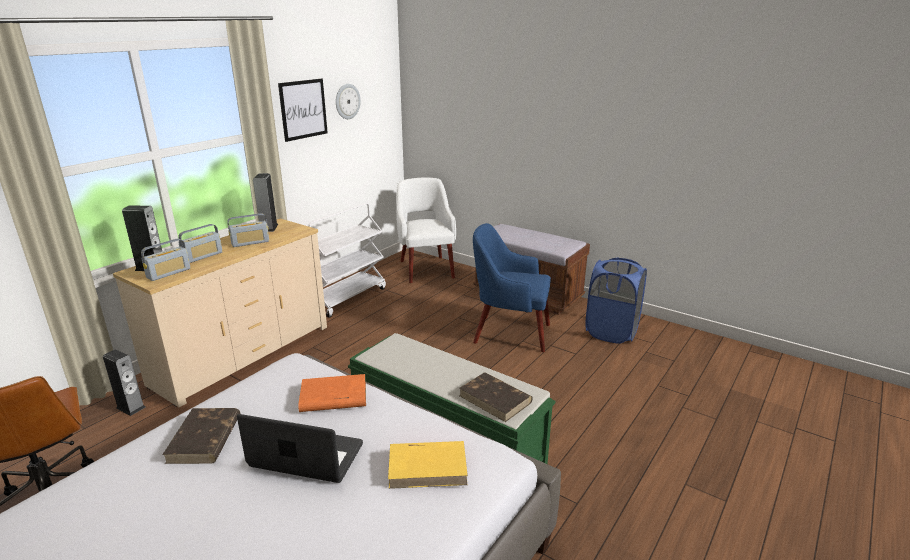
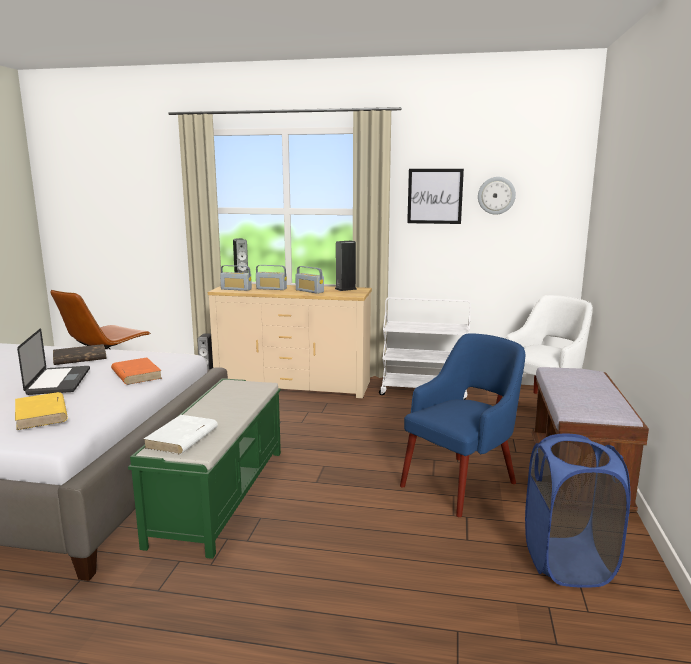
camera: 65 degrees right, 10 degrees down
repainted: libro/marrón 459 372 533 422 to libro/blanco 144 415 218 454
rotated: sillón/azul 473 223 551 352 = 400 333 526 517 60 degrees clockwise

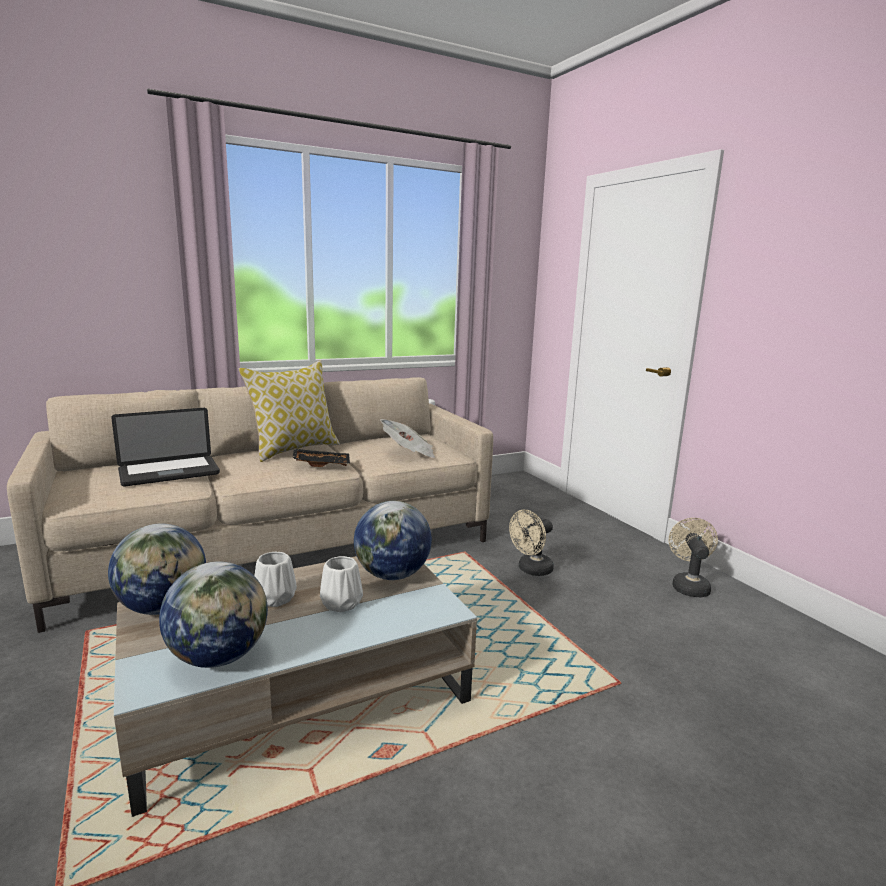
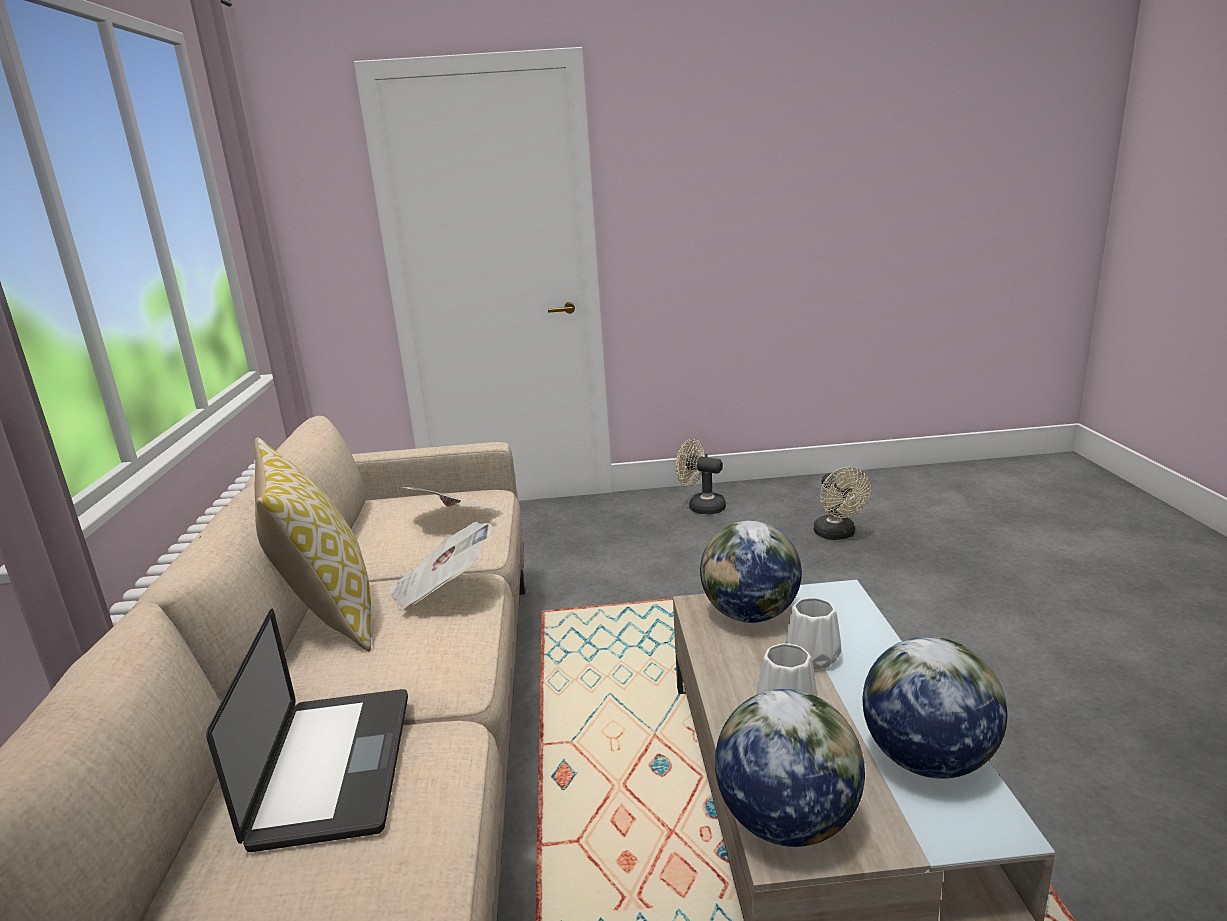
camera: 65 degrees left, 5 degrees up
shifted: ventilador/beis 509 510 554 576 to 814 467 871 540
swapped: bandeja/negro 292 449 350 467 to periódico 388 521 493 611

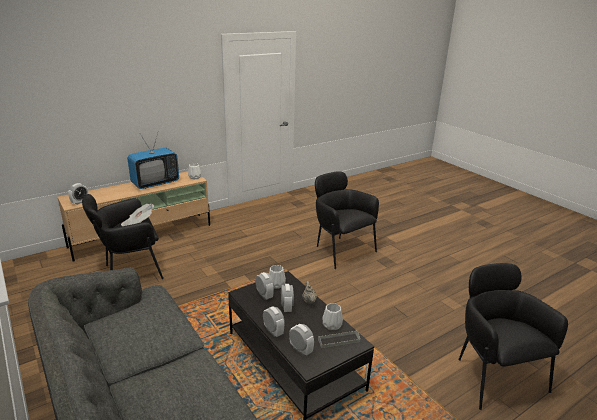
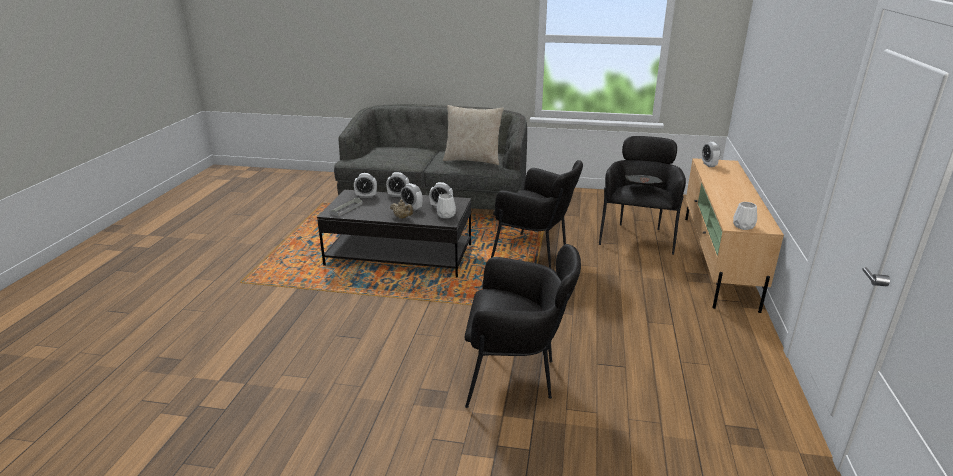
camera: 135 degrees right, 0 degrees up
gone: televisor 127 130 179 189; florero/blanco 322 303 343 330
new: cojín/beis 443 105 504 165
shifted: sillón/negro 458 263 568 410 to 491 160 583 268

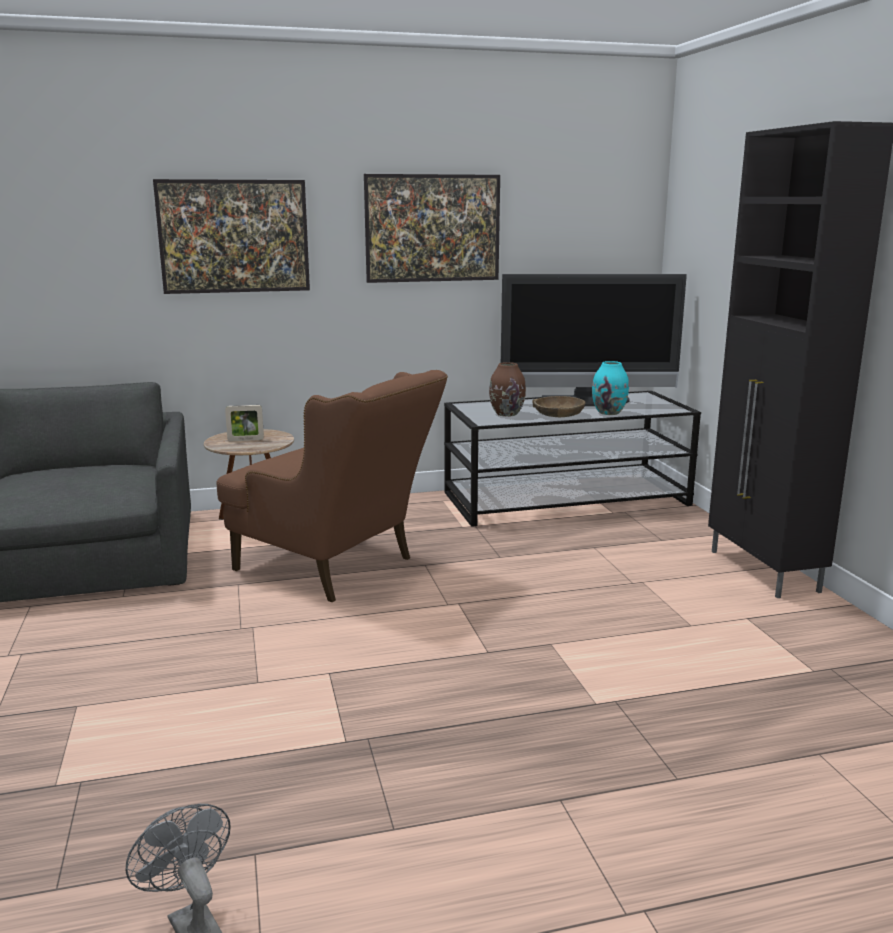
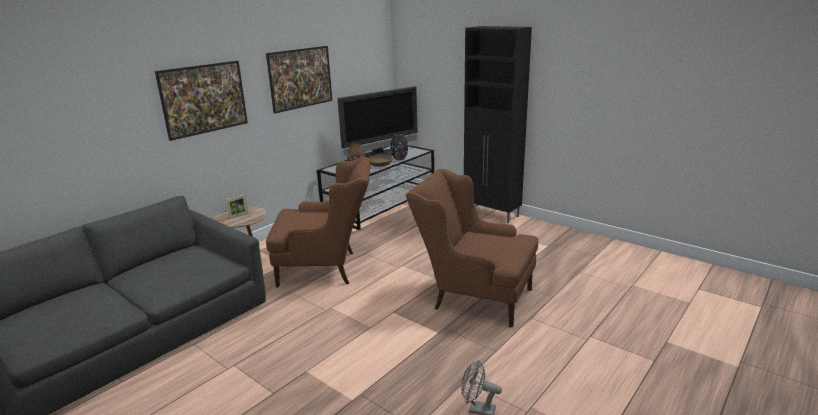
camera: 35 degrees left, 5 degrees up
new: sillón/marrón 406 169 538 328
repainted: florero/turquesa 592 361 629 415 to florero/negro 390 134 408 160

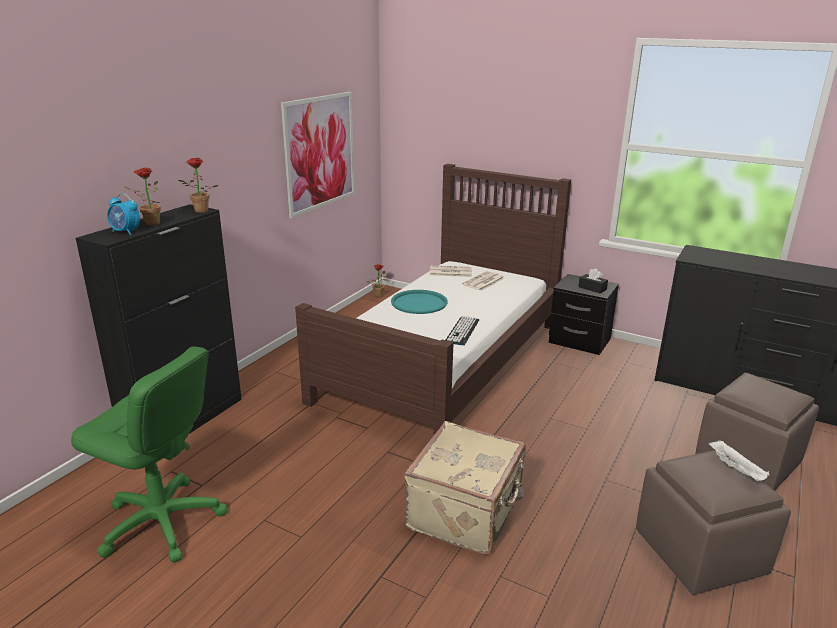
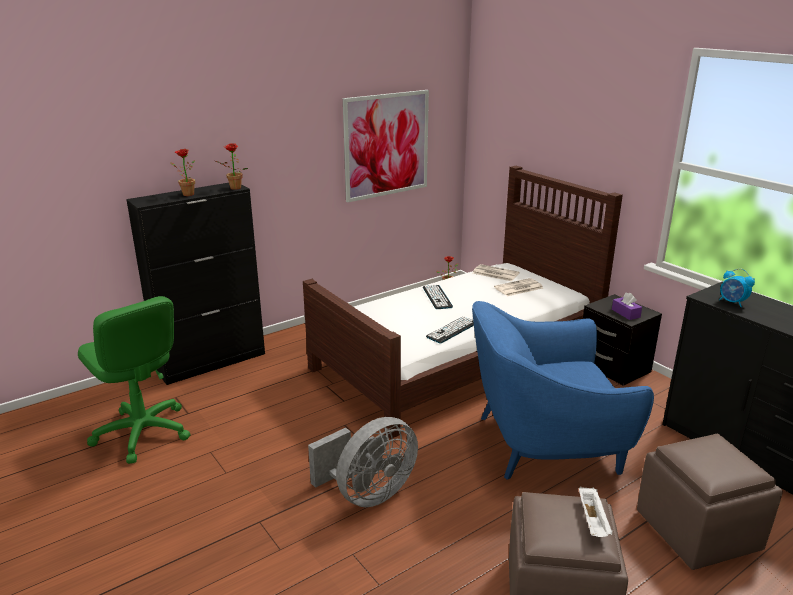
camera: 25 degrees right, 0 degrees up
new: sillón/azul 472 301 654 480
shifted: despertador 107 193 140 235 to 719 268 755 307
swapped: bandeja/turquesa 391 290 448 314 to teclado 423 285 453 309; maleta/beis 404 421 526 555 to ventilador/gris 308 417 418 507
repainted: caja de pañuelos/negro 578 268 608 294 to caja de pañuelos/morado 612 292 642 320

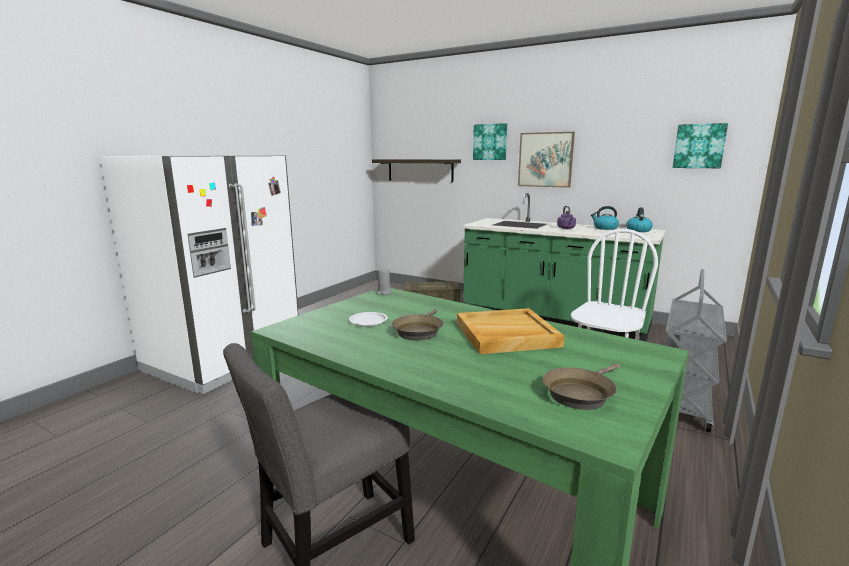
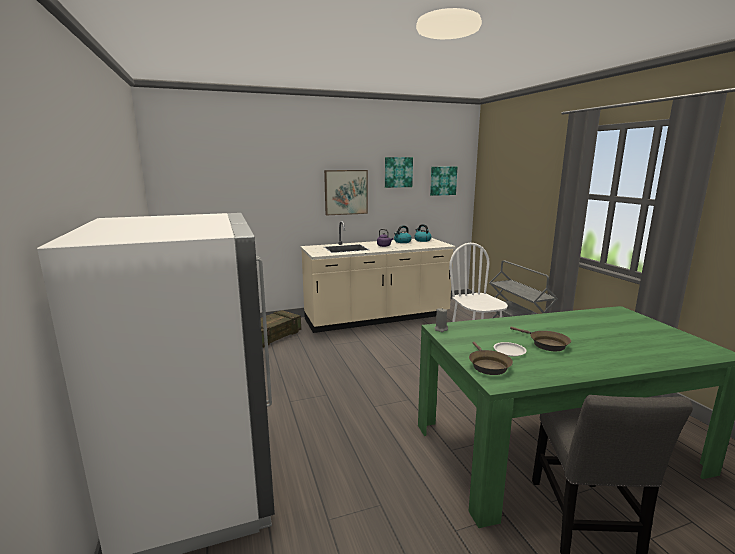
camera: 50 degrees left, 0 degrees up
gone: estante 372 159 461 182; bandeja/beis 457 308 565 354
shifted: cuadro 473 123 507 160 to 385 157 413 188; sartén/marrón 543 363 620 410 to 469 342 513 375
repainted: mueble bajo de cocina/verde 462 193 666 341 to mueble bajo de cocina/beis 301 221 456 333

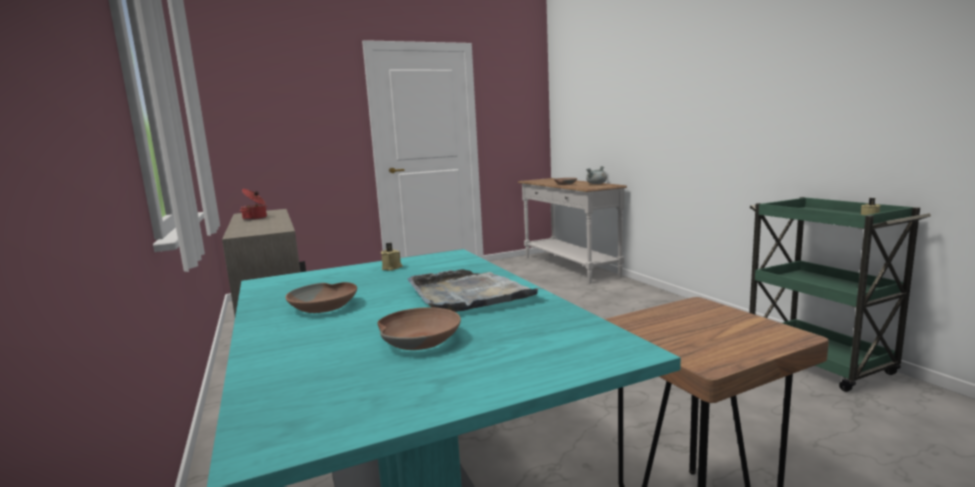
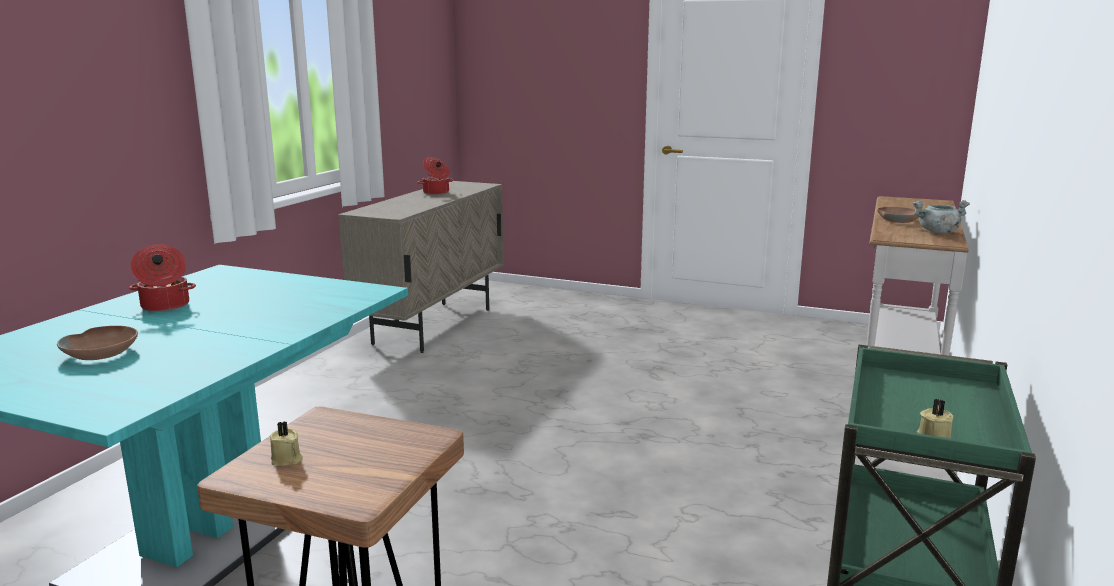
camera: 45 degrees right, 5 degrees up
gone: bandeja/gris 407 269 543 312
shifted: vela/beis 381 243 403 271 to 269 421 303 466
swapped: cuenco/marrón 285 282 357 313 to olla 129 244 196 312

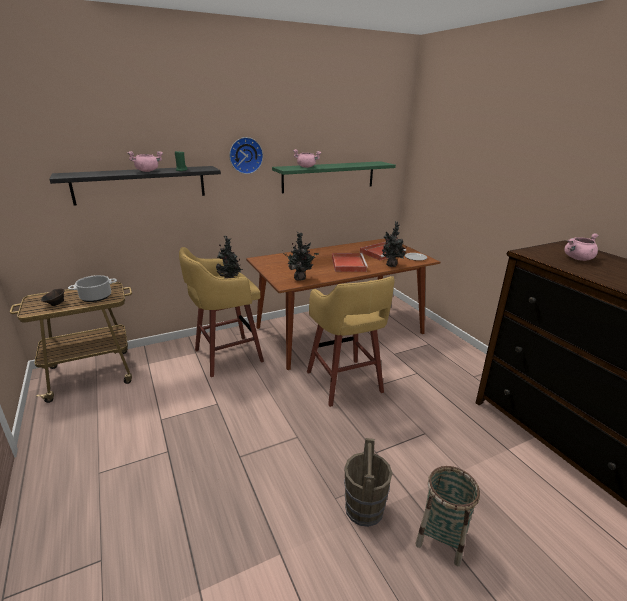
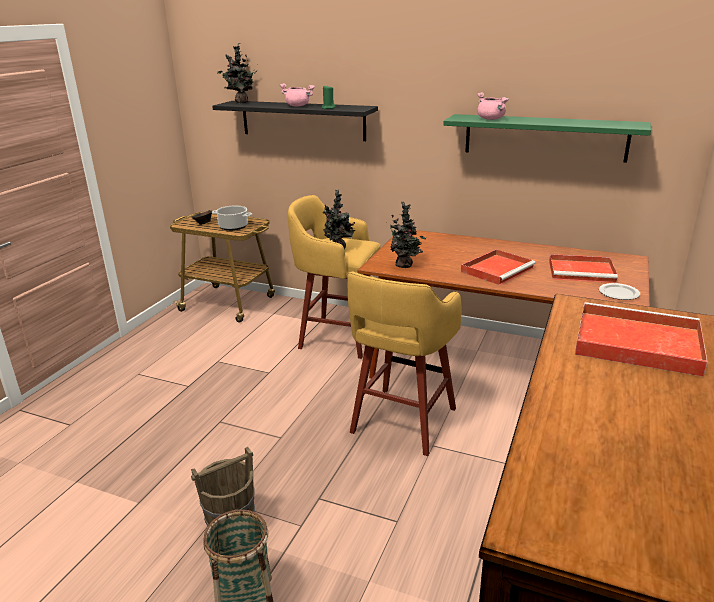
camera: 50 degrees right, 0 degrees up
gone: reloj de pared 229 137 263 174
shifted: planta en maceta 382 221 407 267 to 217 43 257 103
swapped: olla/rosa 564 233 599 261 to bandeja/rojo 575 302 708 377

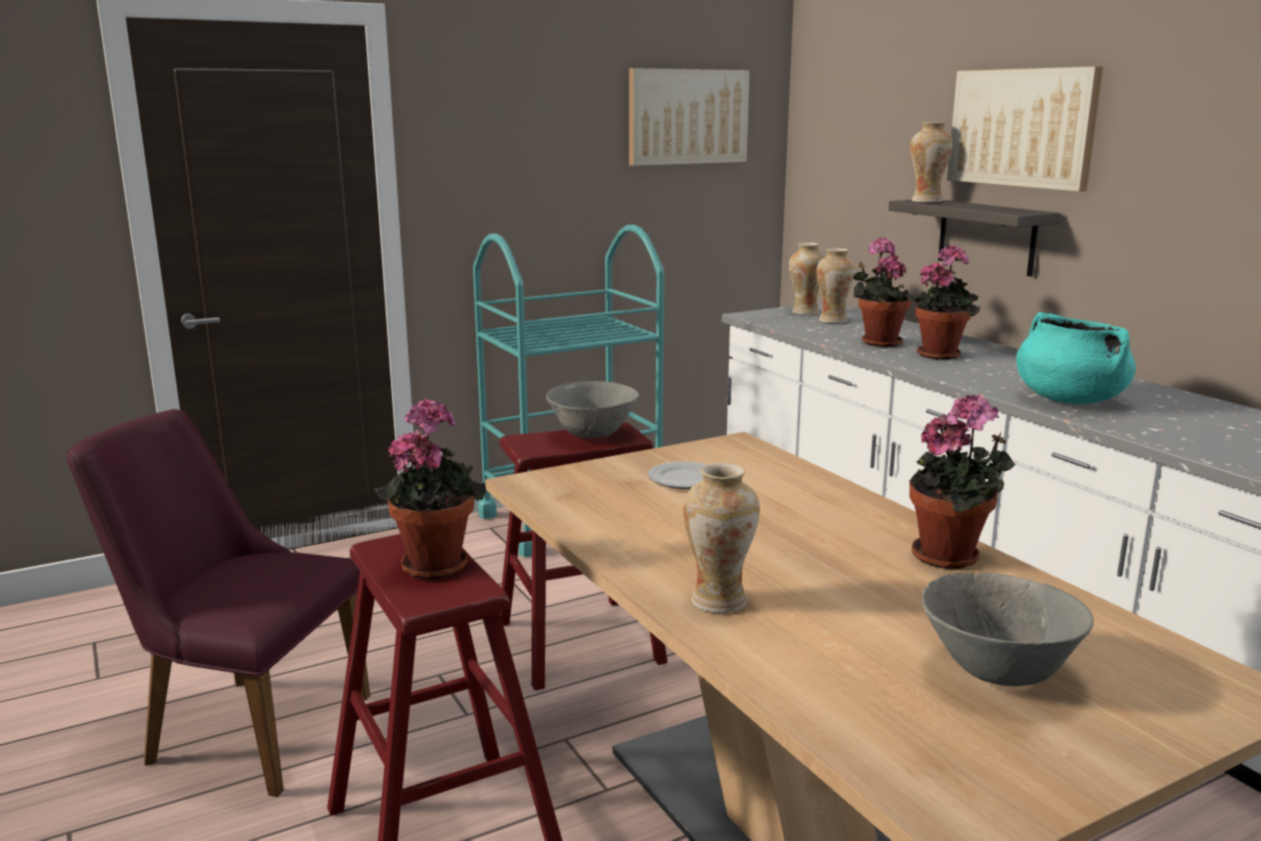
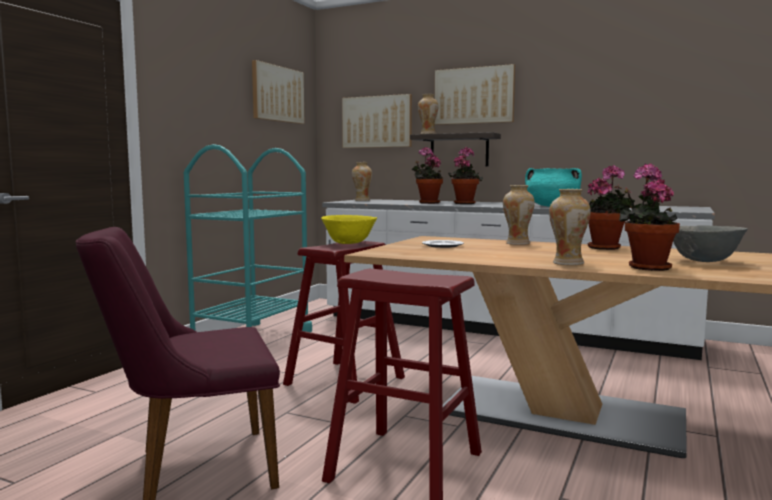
camera: 35 degrees left, 10 degrees down
new: cuadro 342 94 412 148
shifted: florero 816 248 855 323 to 503 185 535 245; planta en maceta 374 398 487 579 to 619 163 680 271
repainted: cuenco/gris 546 381 639 439 to cuenco/amarillo 321 215 377 244

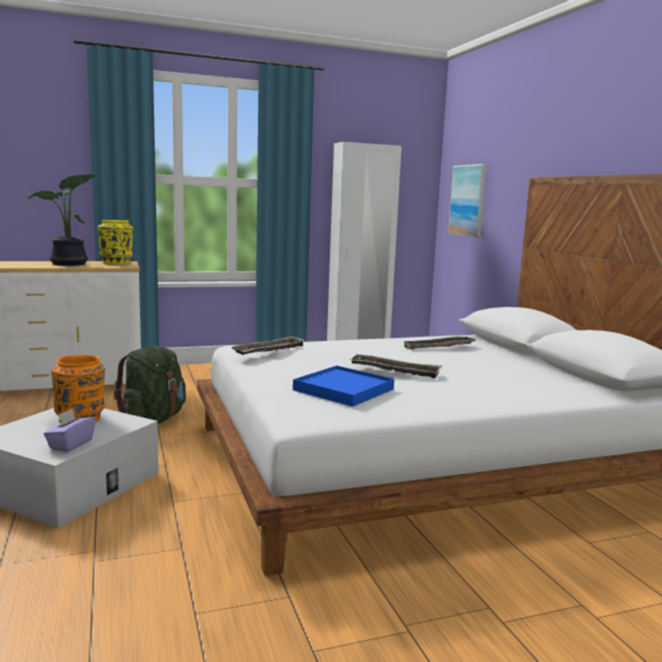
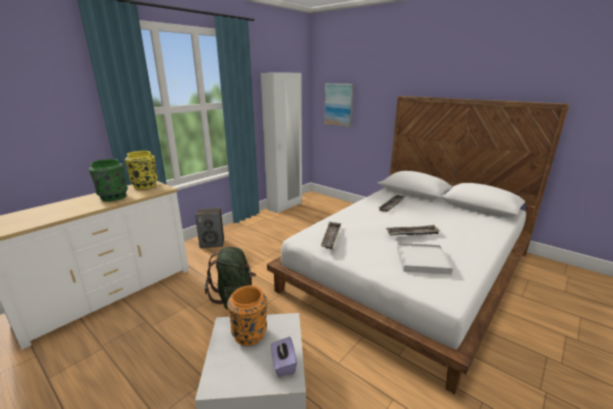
camera: 30 degrees left, 10 degrees up
new: altavoz 195 208 224 248
swapped: planta en maceta 27 174 96 266 to florero/verde 89 159 128 201
repainted: bandeja/azul 293 366 394 407 to bandeja/blanco 397 243 453 275

